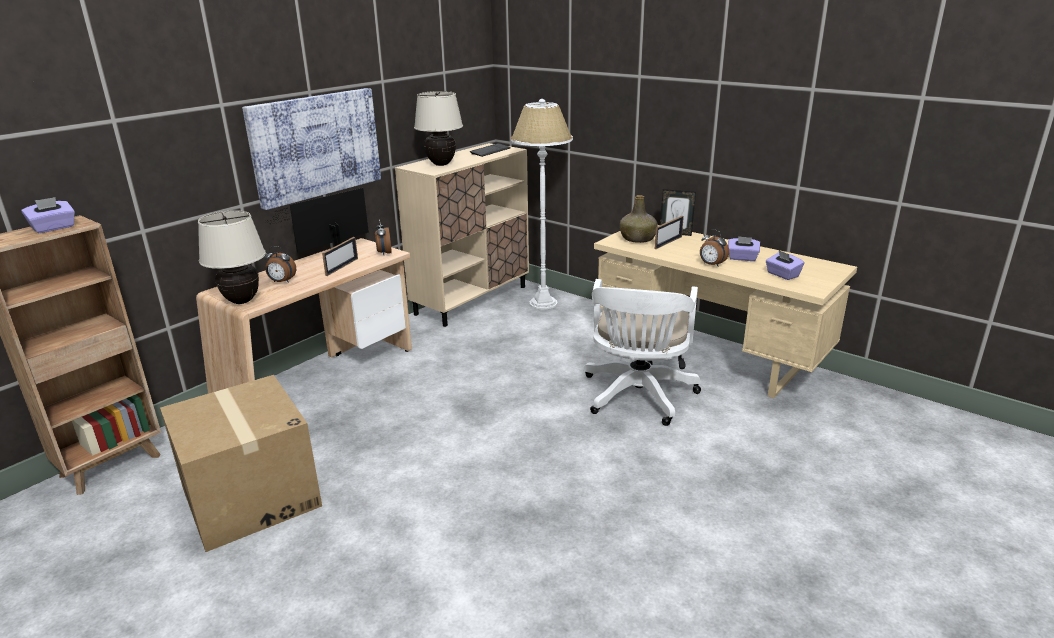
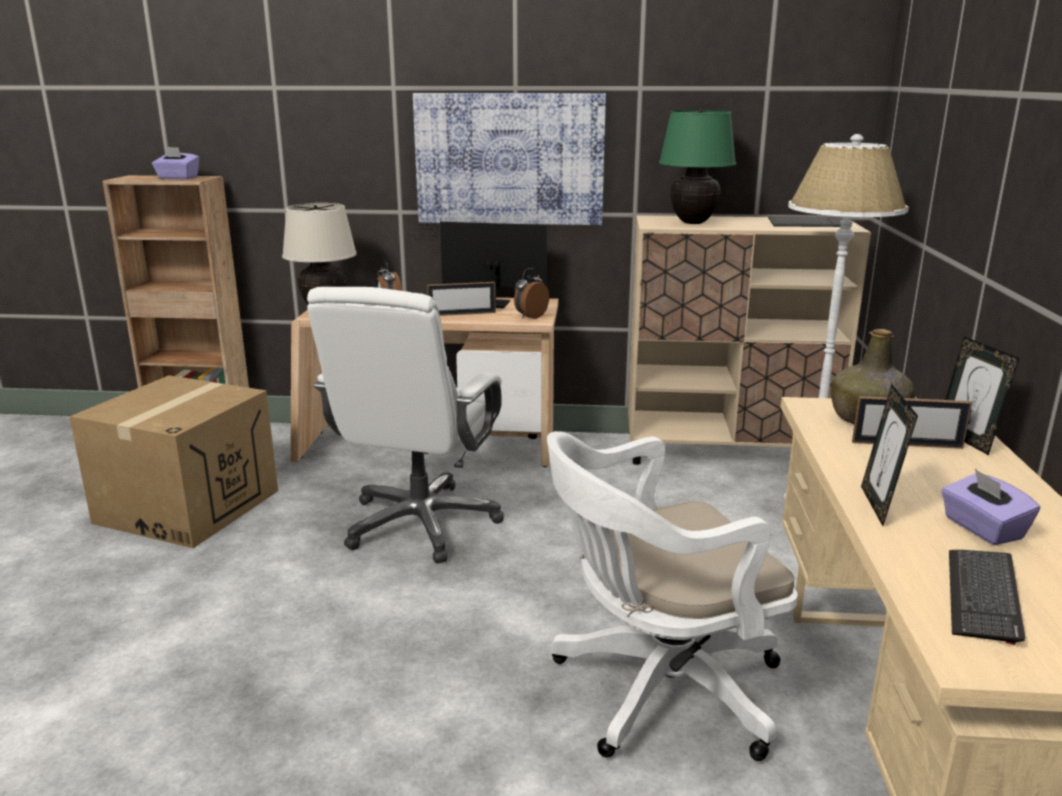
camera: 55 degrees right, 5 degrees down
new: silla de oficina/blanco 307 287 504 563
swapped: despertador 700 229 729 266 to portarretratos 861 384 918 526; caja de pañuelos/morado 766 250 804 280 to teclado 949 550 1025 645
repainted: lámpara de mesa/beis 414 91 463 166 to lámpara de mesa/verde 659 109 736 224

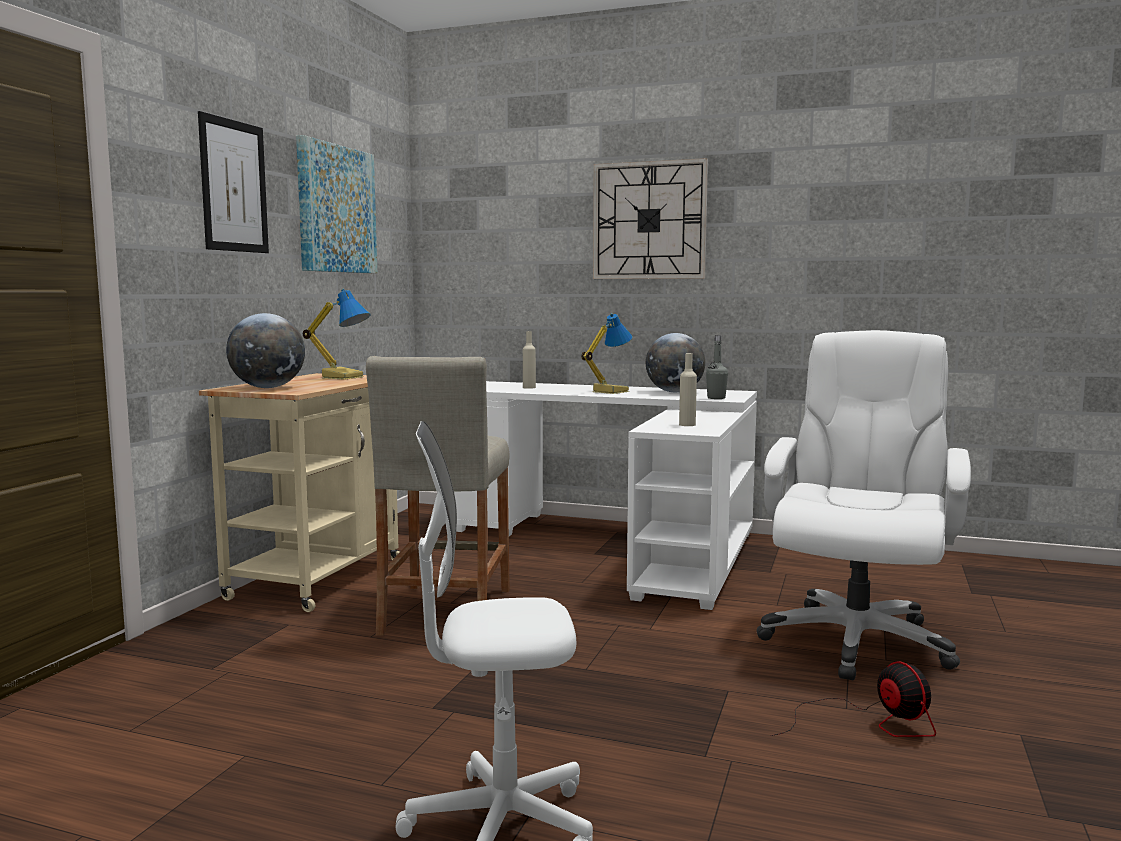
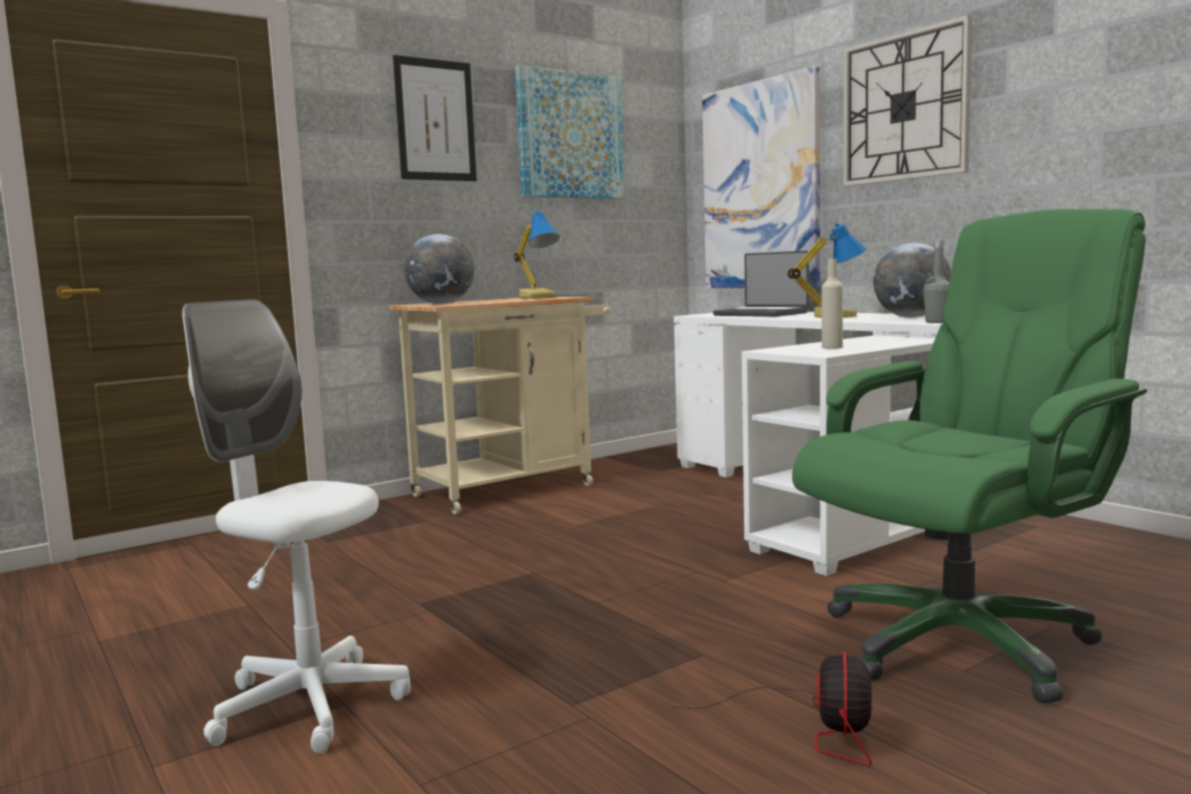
camera: 35 degrees right, 0 degrees up
gone: taburete/beis 366 356 510 636
new: cuadro 702 66 820 288
swapped: botella/beis 523 331 536 389 to portátil 713 251 809 317
repainted: silla de oficina/blanco 757 330 971 680 to silla de oficina/verde 792 209 1147 703

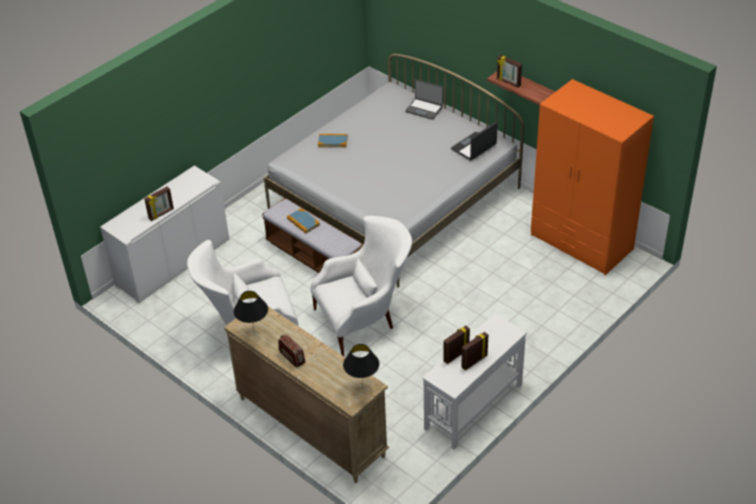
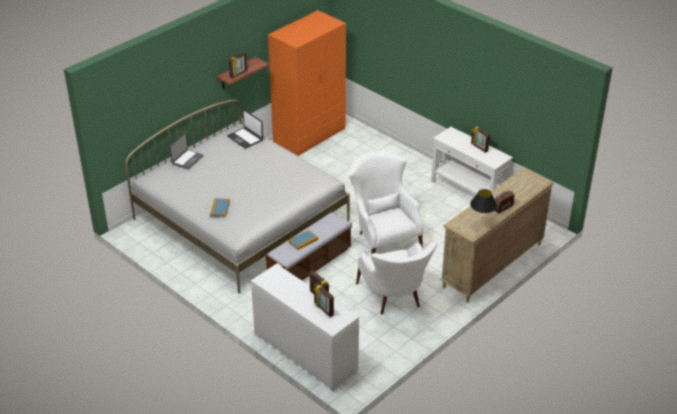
camera: 90 degrees left, 5 degrees down
gone: lámpara de mesa/negro 343 344 379 388
shifted: portarretratos 444 326 470 364 to 313 283 334 317

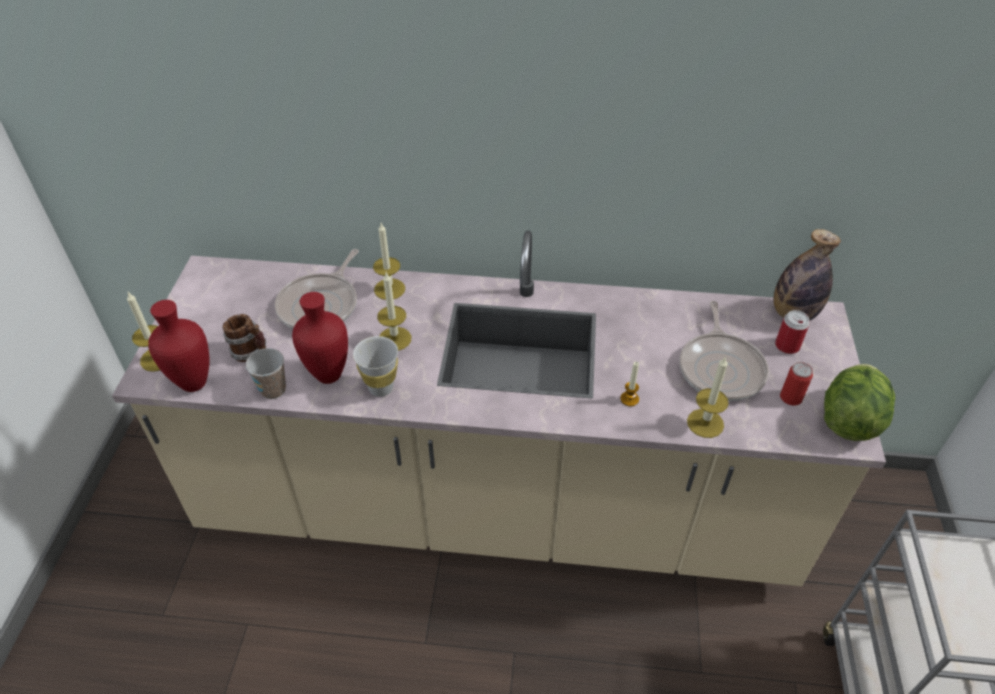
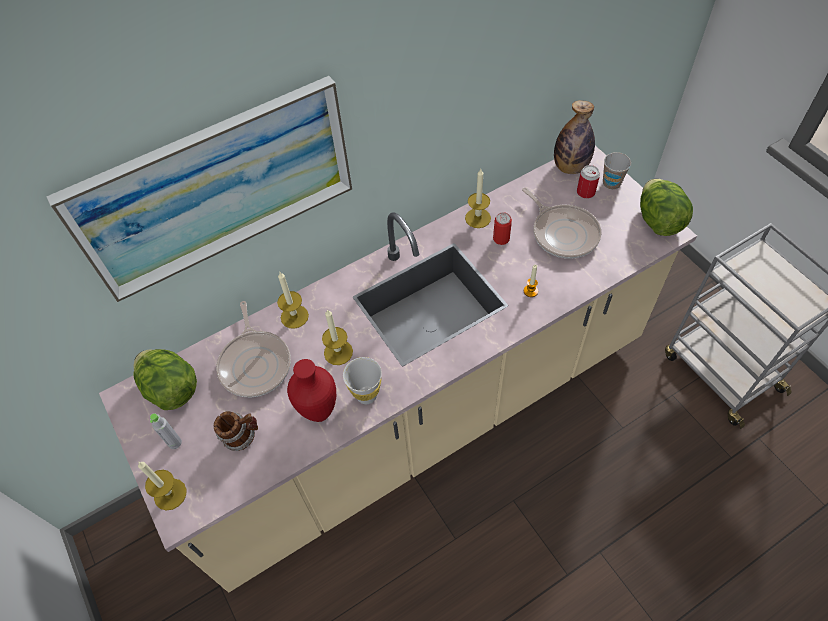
camera: 35 degrees left, 10 degrees up
gone: florero/rojo 148 300 210 392
new: cuadro 46 76 352 302; lechuga 133 349 197 410; botella/gris 150 413 182 449
shifted: taza 246 348 286 399 to 603 152 631 190; vela 687 356 729 438 to 465 169 491 228; lata 780 362 813 406 to 493 212 512 245

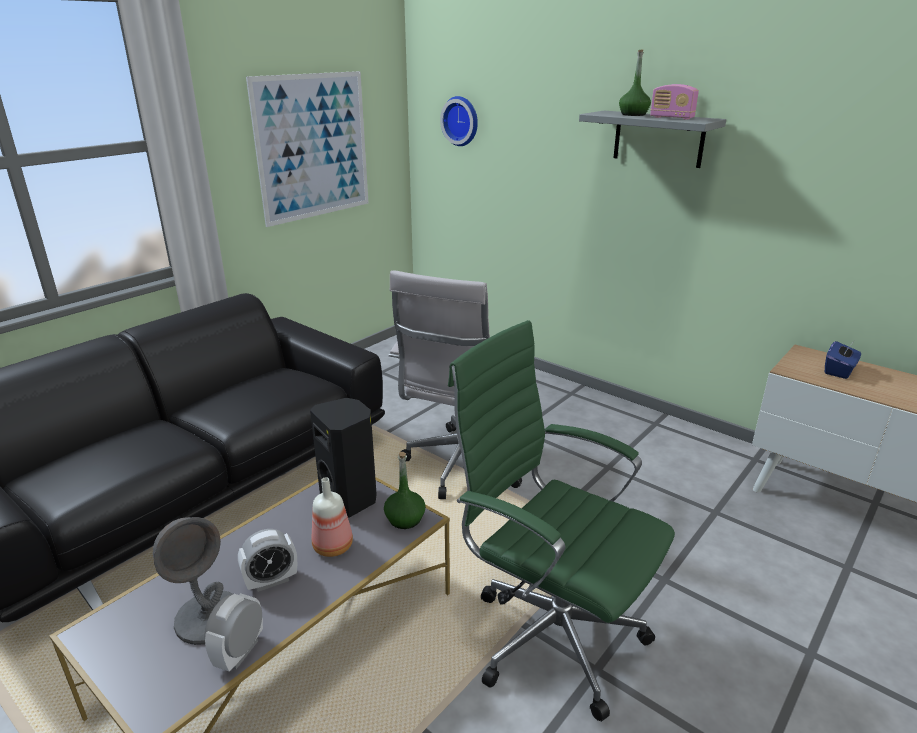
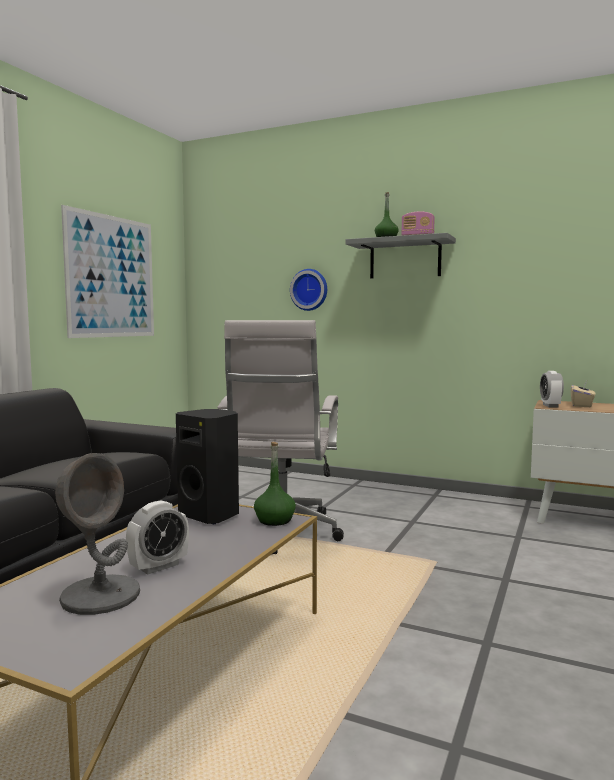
camera: 15 degrees left, 20 degrees down
gone: silla de oficina/verde 448 320 675 722; botella 312 477 353 557
shifted: reloj de pared 440 96 478 146 to 290 269 327 311; despertador 204 593 263 672 to 540 371 564 407
repainted: caja de pañuelos/azul 825 341 861 379 to caja de pañuelos/beis 571 381 595 407

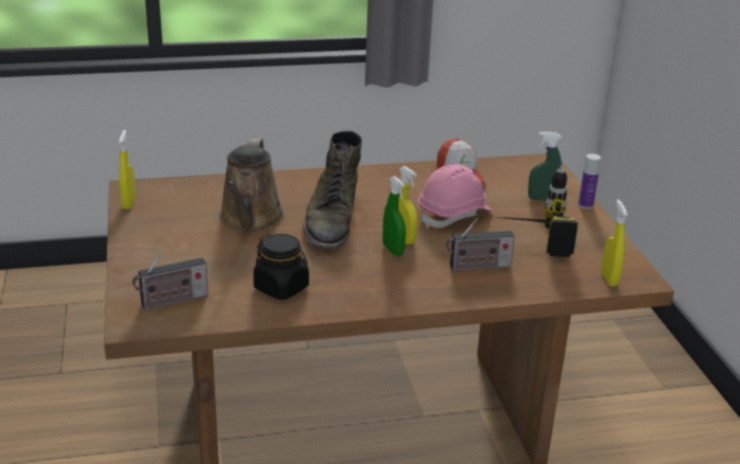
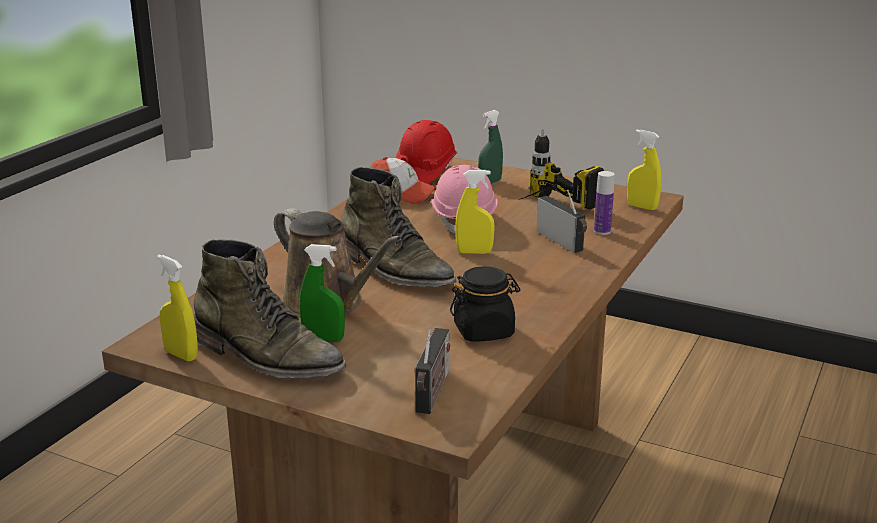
camera: 50 degrees left, 5 degrees down
new: casco/rojo 396 120 457 184; bota/verde 194 239 347 378
shifted: botella 578 154 601 209 to 594 171 615 235; pulverizador/verde 383 176 406 256 to 300 244 345 342
rotated: radio 446 218 515 271 = 537 190 587 253 60 degrees counterclockwise

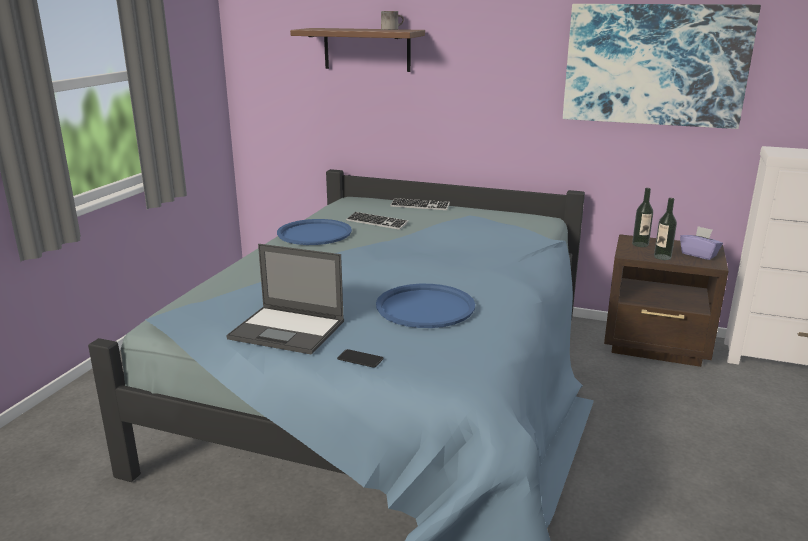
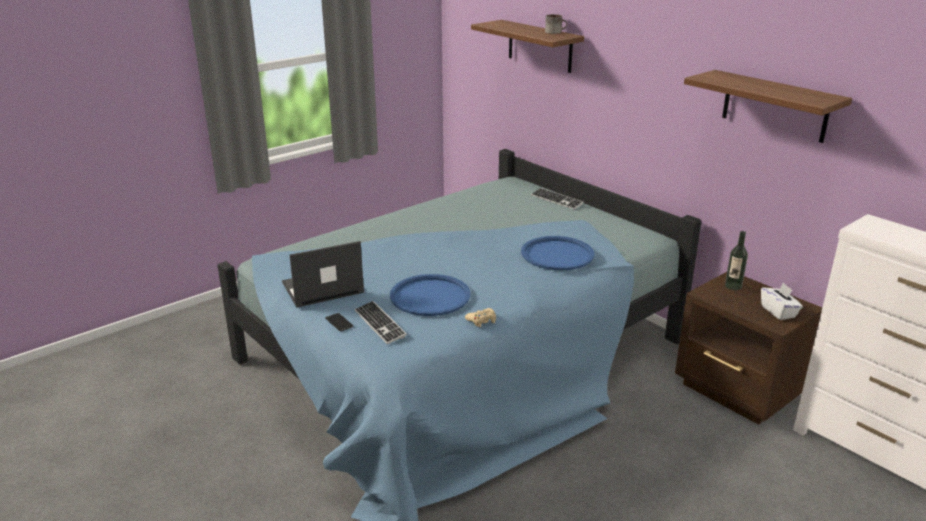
camera: 30 degrees right, 5 degrees up
gone: botella 654 198 677 260
new: mando de consola/beis 465 308 496 327
shifted: teclado 346 212 408 230 to 354 301 407 344; bandeja/azul 277 219 352 245 to 521 236 594 270
swapped: cuadro 563 4 761 129 to estante 684 70 852 143
repainted: caja de pañuelos/morado 680 226 723 260 to caja de pañuelos/blanco 761 283 803 320
rotated: portátil 226 244 344 355 = 282 241 364 308 105 degrees clockwise

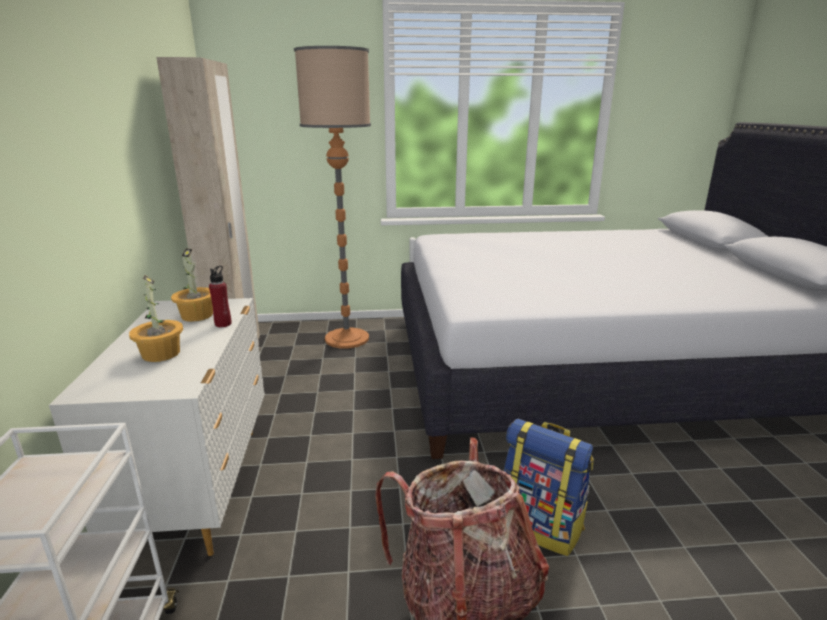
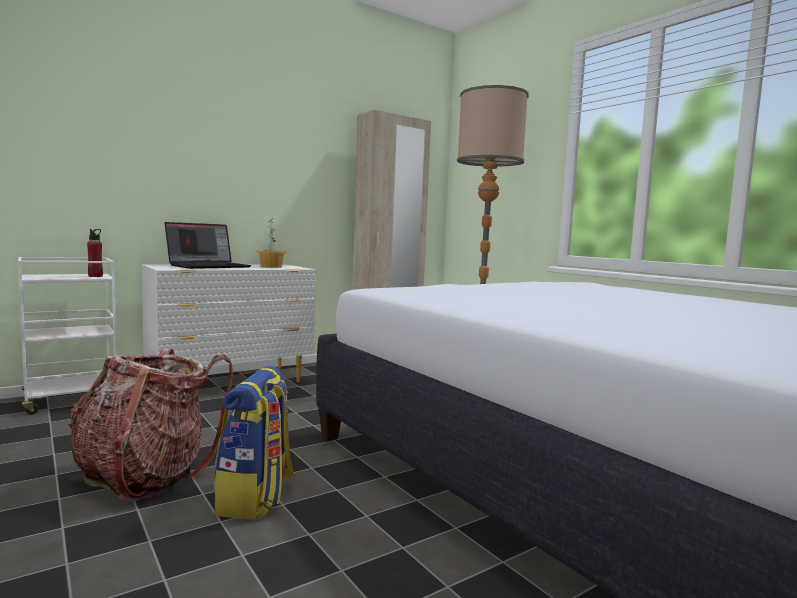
camera: 60 degrees right, 15 degrees down
shifted: botella/rojo 209 266 232 327 to 87 229 103 277
swapped: planta en maceta 129 276 183 362 to portátil 165 222 251 269

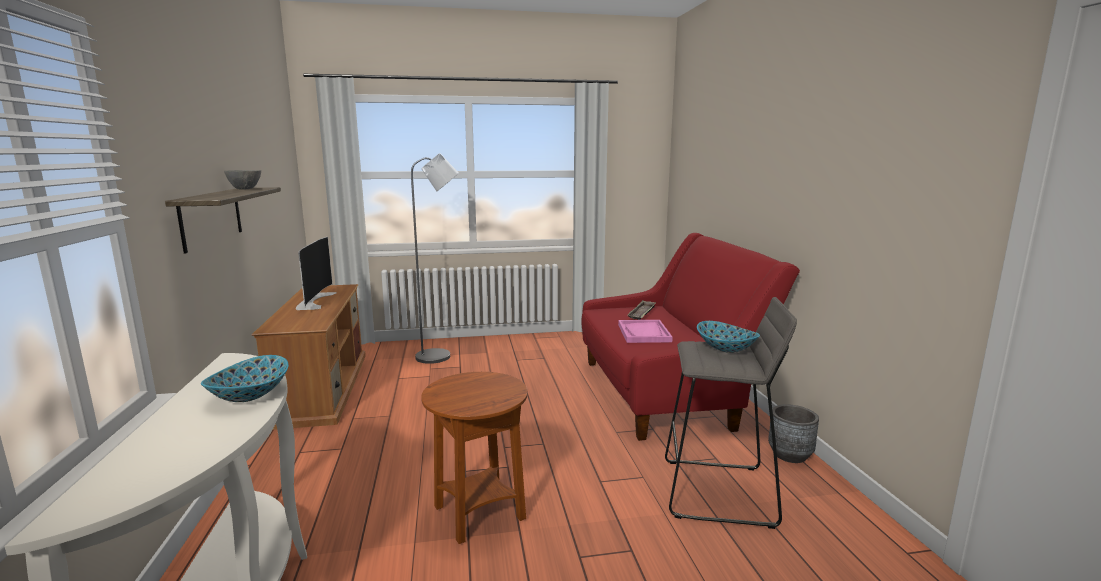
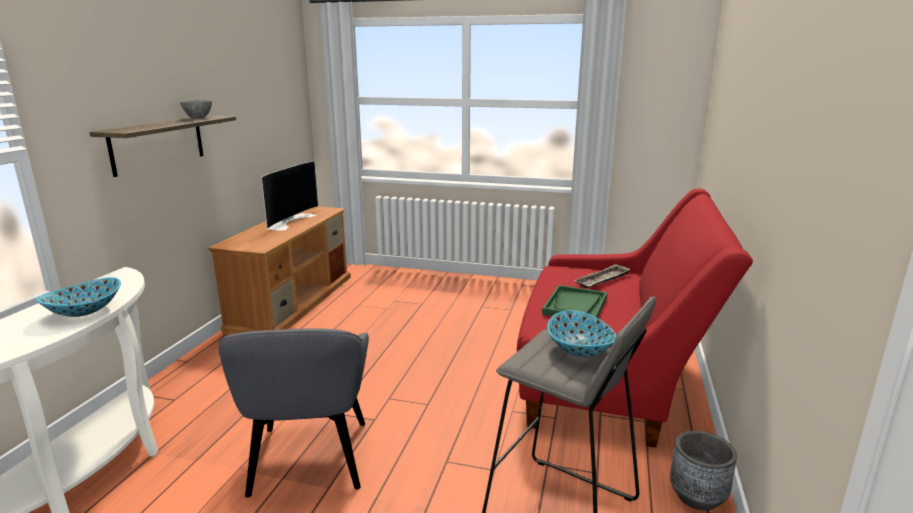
camera: 25 degrees right, 5 degrees up
gone: lámpara de pie/gris 411 153 459 364
swapped: mesa auxiliar/marrón 421 372 528 544 to sillón/gris 219 328 369 498
repainted: bandeja/rosa 618 320 673 343 to bandeja/verde 542 285 607 318

